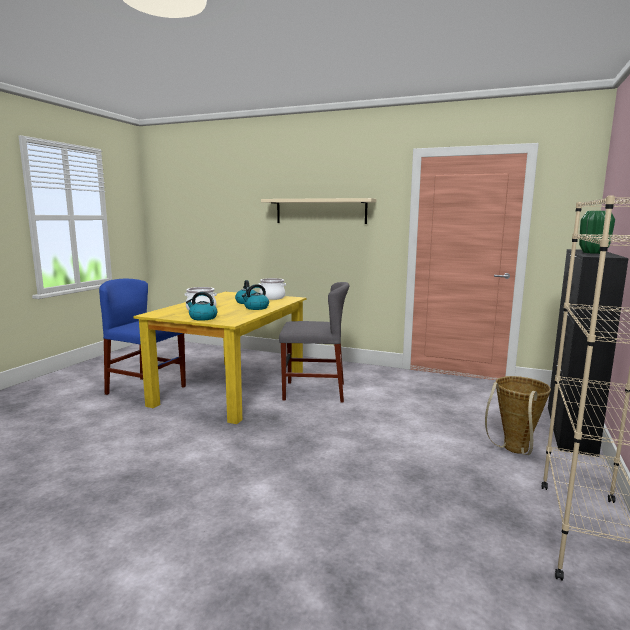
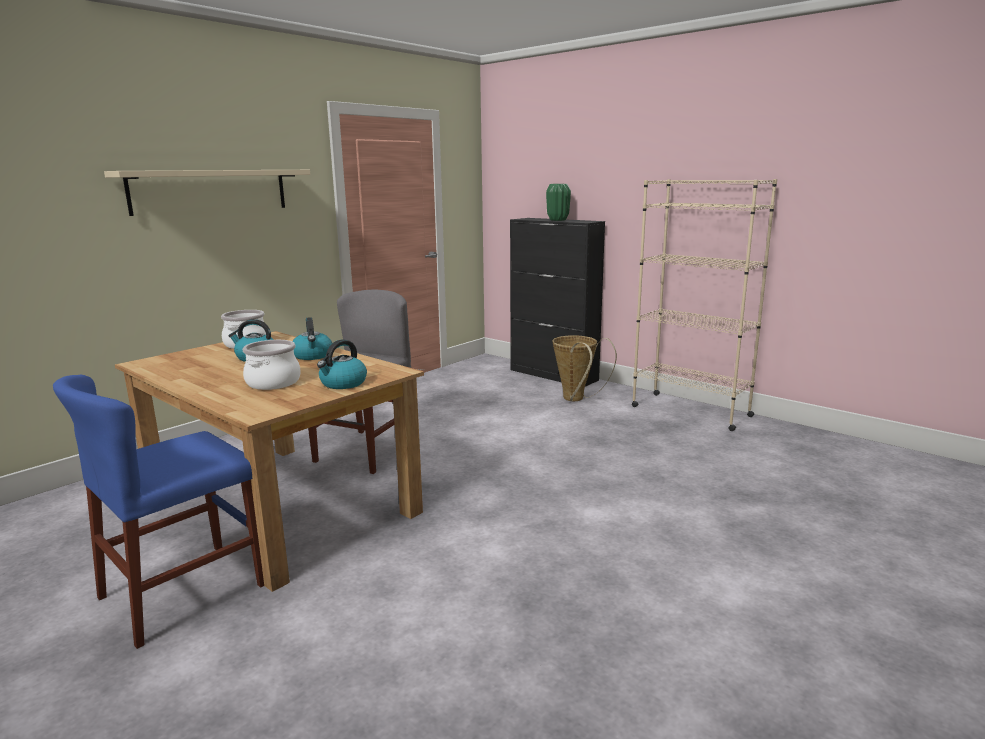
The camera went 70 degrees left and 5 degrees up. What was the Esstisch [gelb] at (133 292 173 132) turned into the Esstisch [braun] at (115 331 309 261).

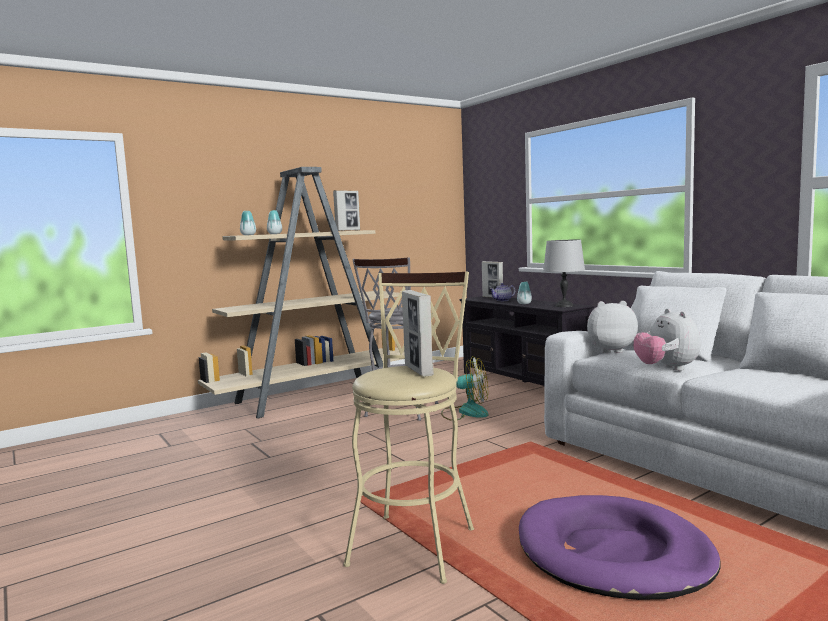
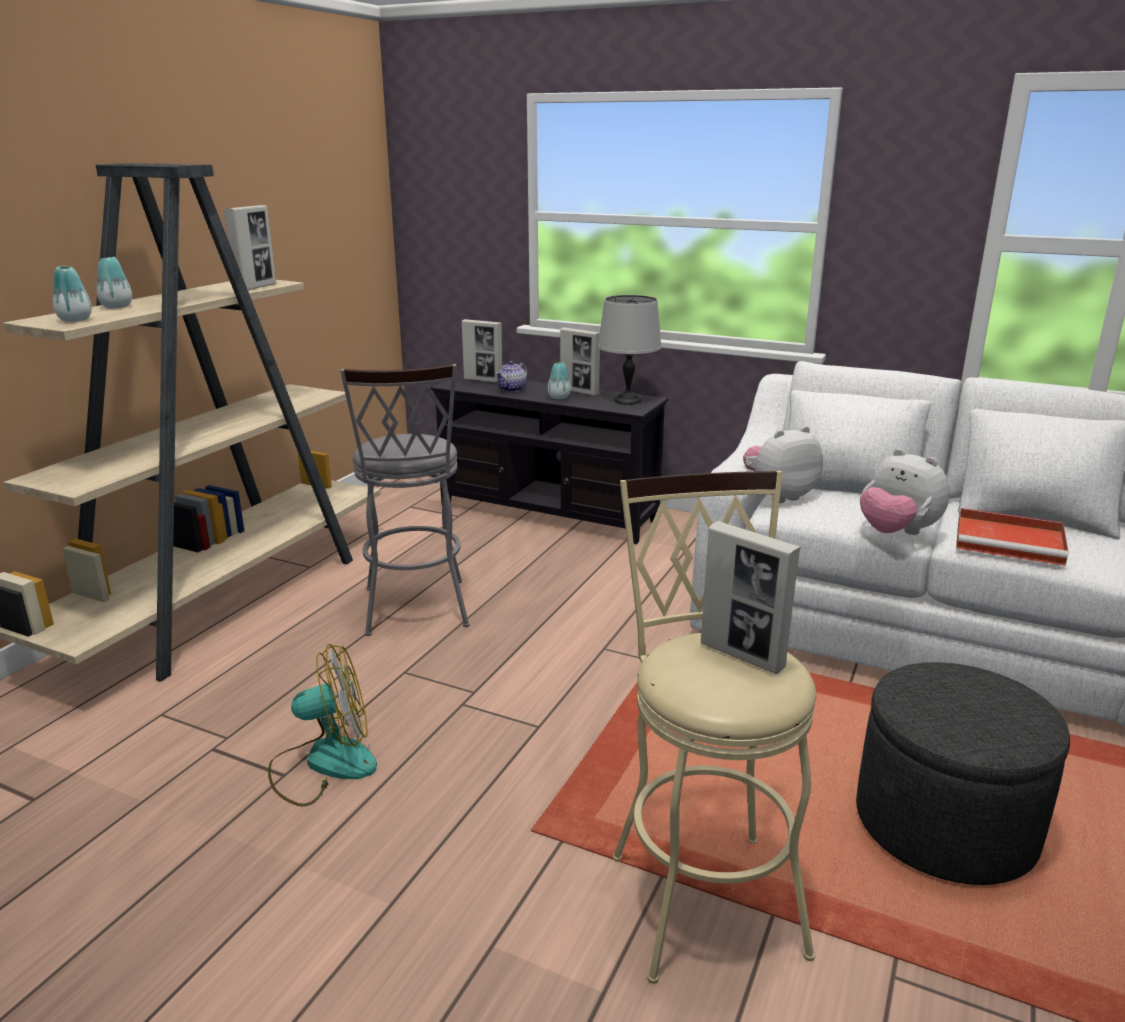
The camera went 30 degrees left and 15 degrees up. The Ventilator ended up elsewhere, having gone from (441 356 47 65) to (268 644 109 162). The second view gained the Bilderrahmen at (560 327 40 69). Where the Hundebett [lila] stood at (519 495 202 105), the Polsterhocker [grau] came to stand at (856 662 214 223). The second view gained the Tablett [rot] at (956 508 113 58).

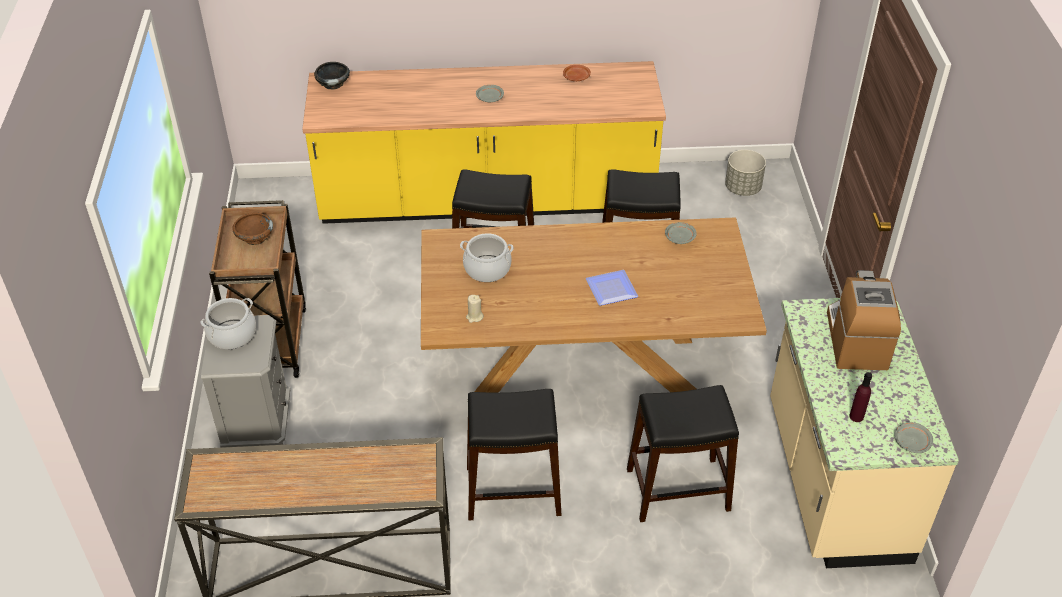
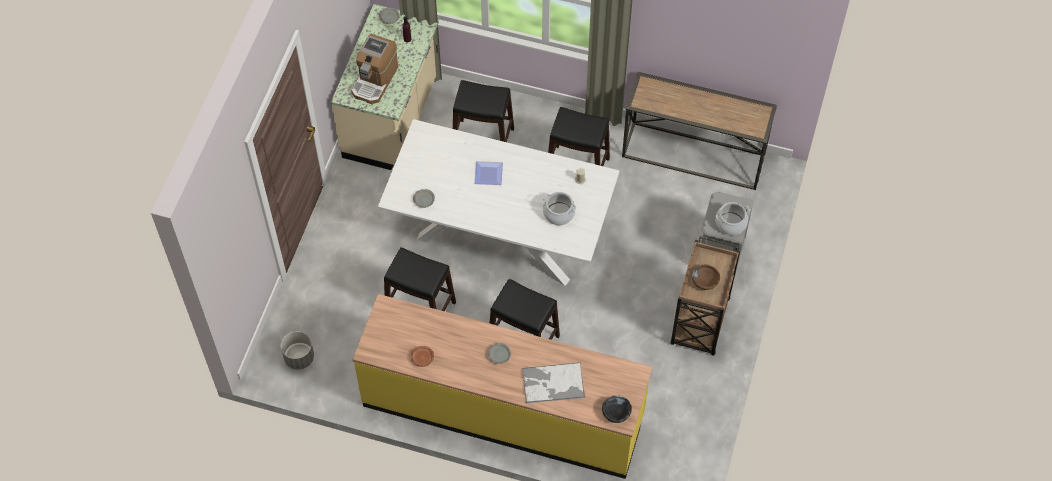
The camera went 160 degrees left and 15 degrees up. What was the Esstisch [braun] at (421 217 346 176) turned into the Esstisch [weiß] at (378 119 241 167). The second view gained the Tablett at (522 362 63 41).

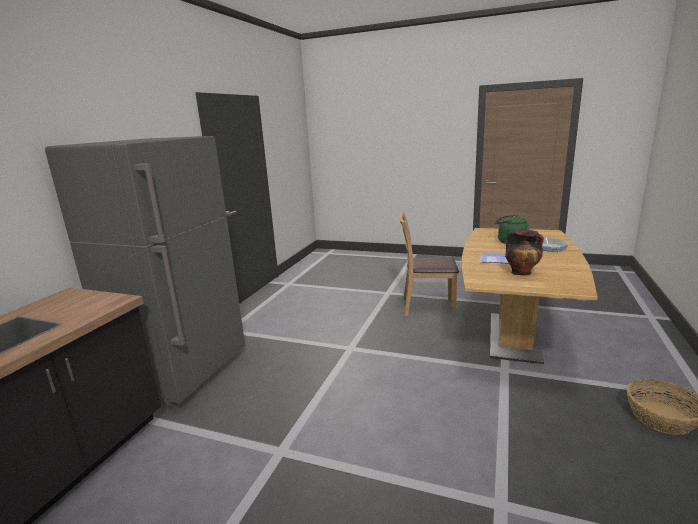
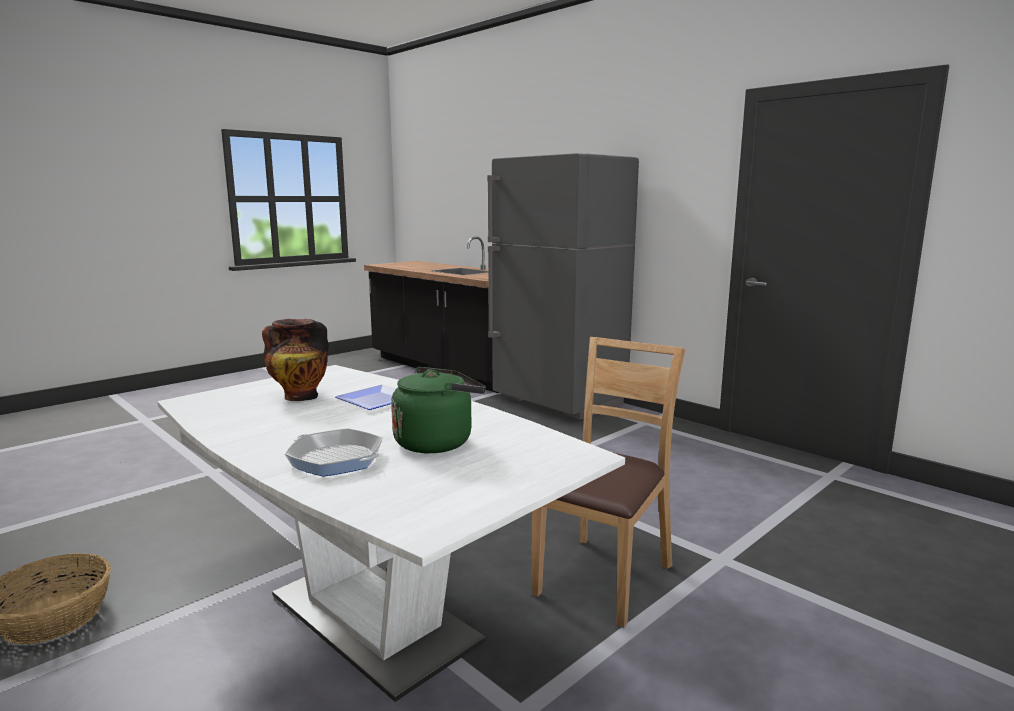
The camera went 115 degrees right and 5 degrees down. What was the Esstisch [braun] at (462 228 136 136) turned into the Esstisch [weiß] at (157 365 468 337).

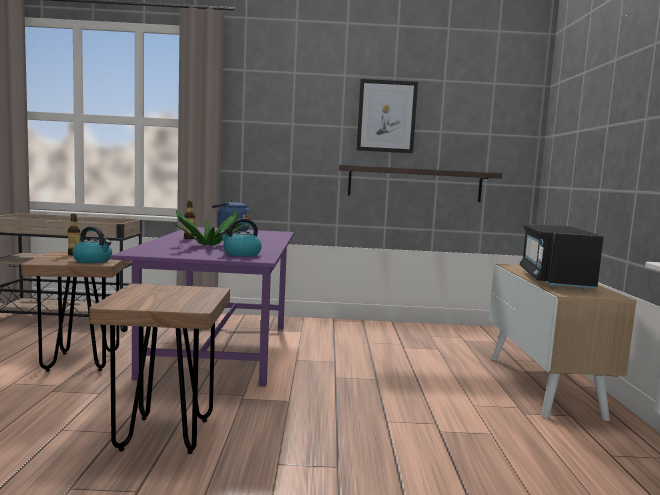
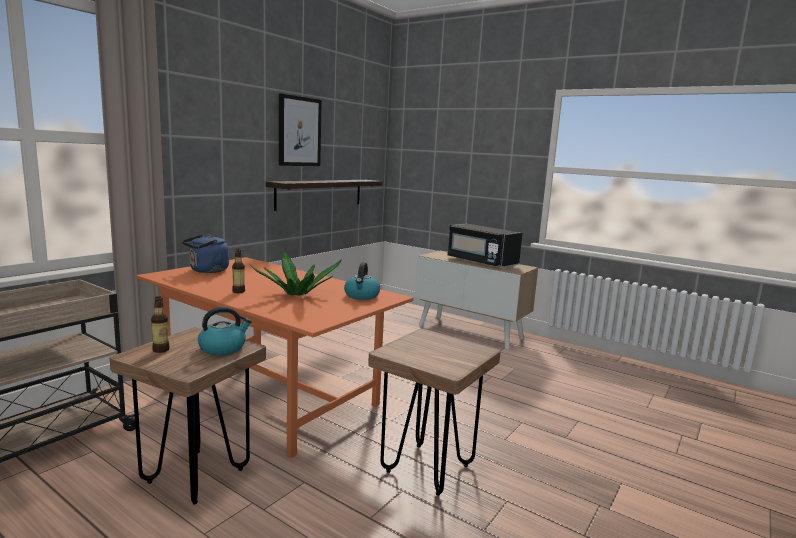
The camera went 55 degrees left and 5 degrees up. What was the Esstisch [lila] at (111 227 183 159) turned into the Esstisch [orange] at (136 257 278 201).

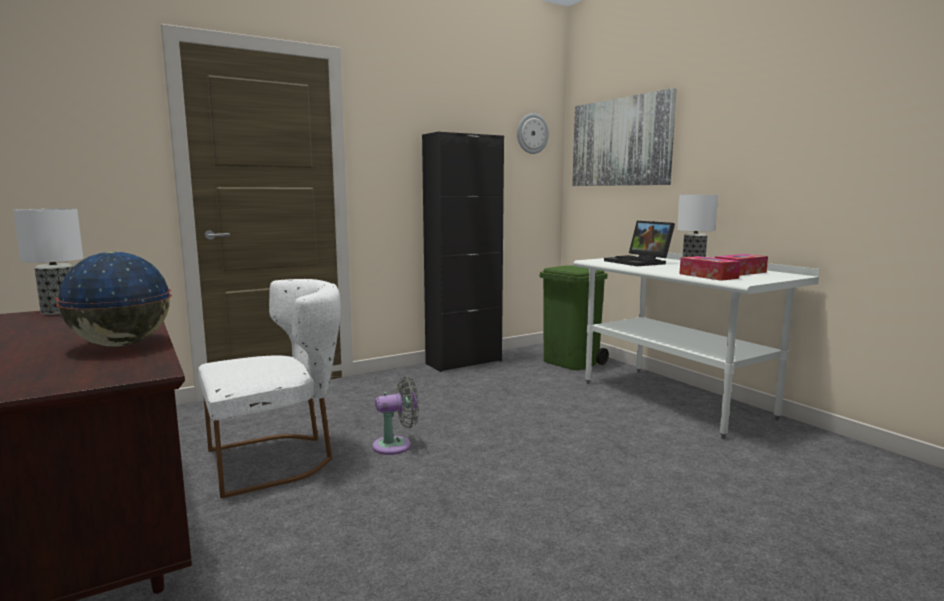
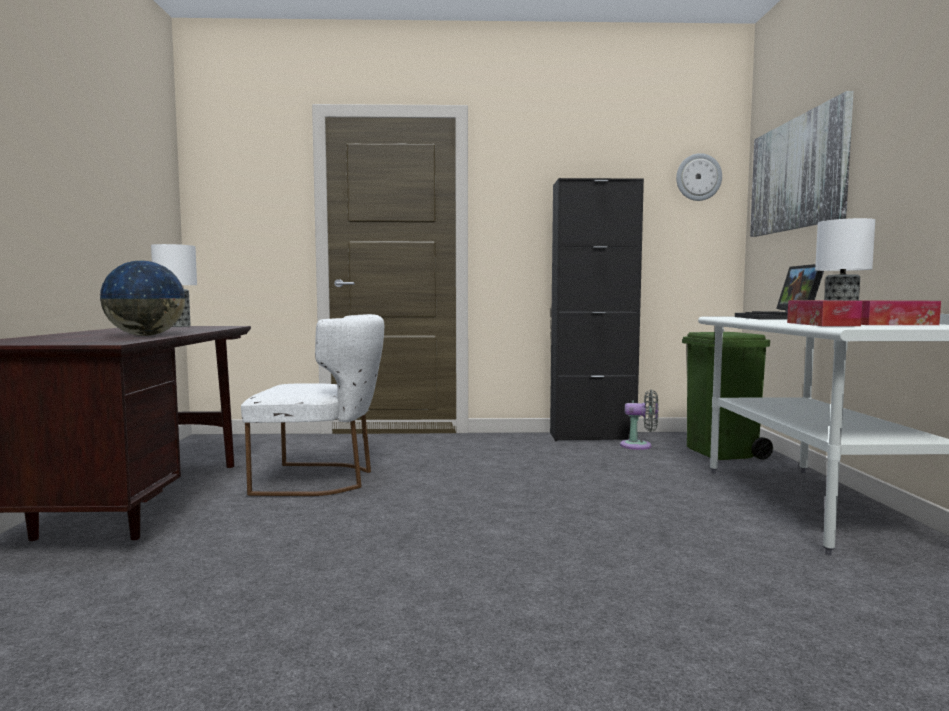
The camera went 30 degrees right and 5 degrees down. The Ventilator [grau] ended up elsewhere, having gone from (372 376 47 79) to (620 390 38 60).

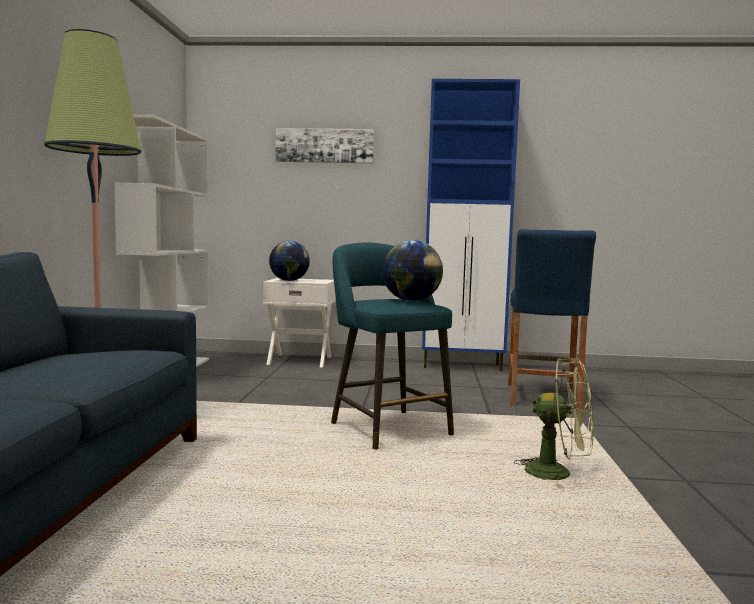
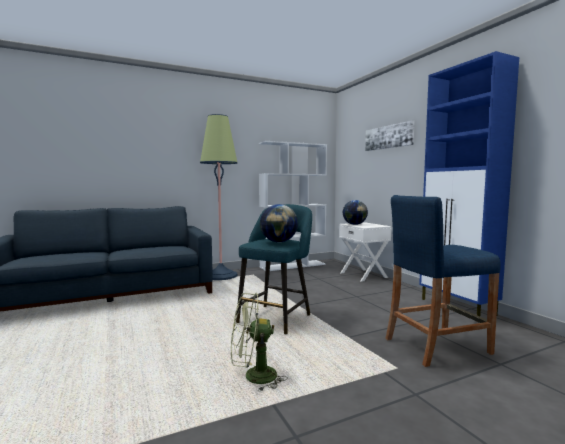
The camera went 60 degrees right and 0 degrees up. The Ventilator [grün] at (514 358 80 131) ended up facing another way, 90 degrees clockwise from before.

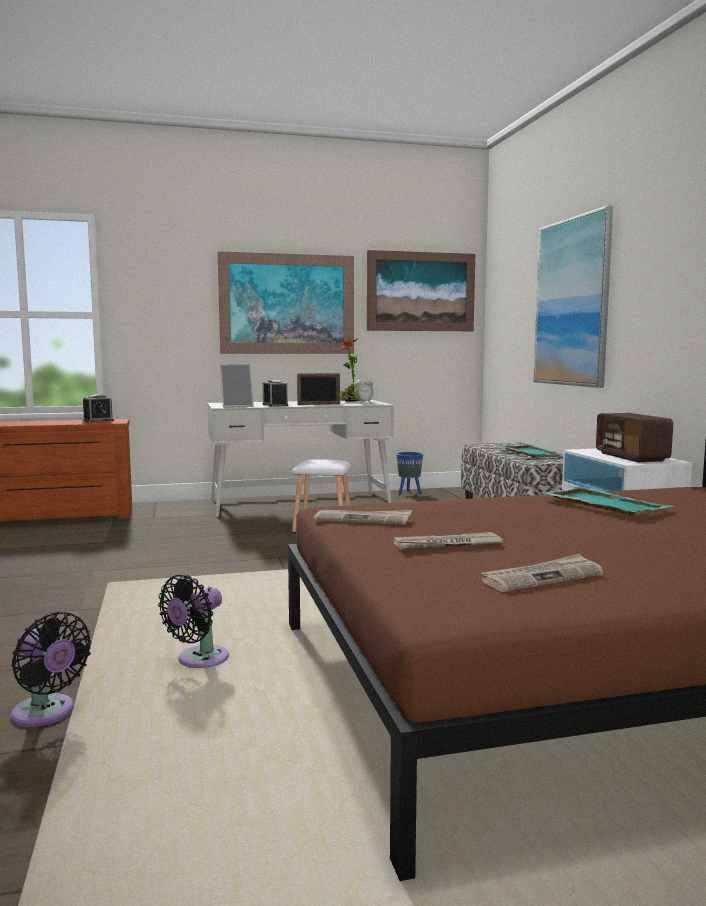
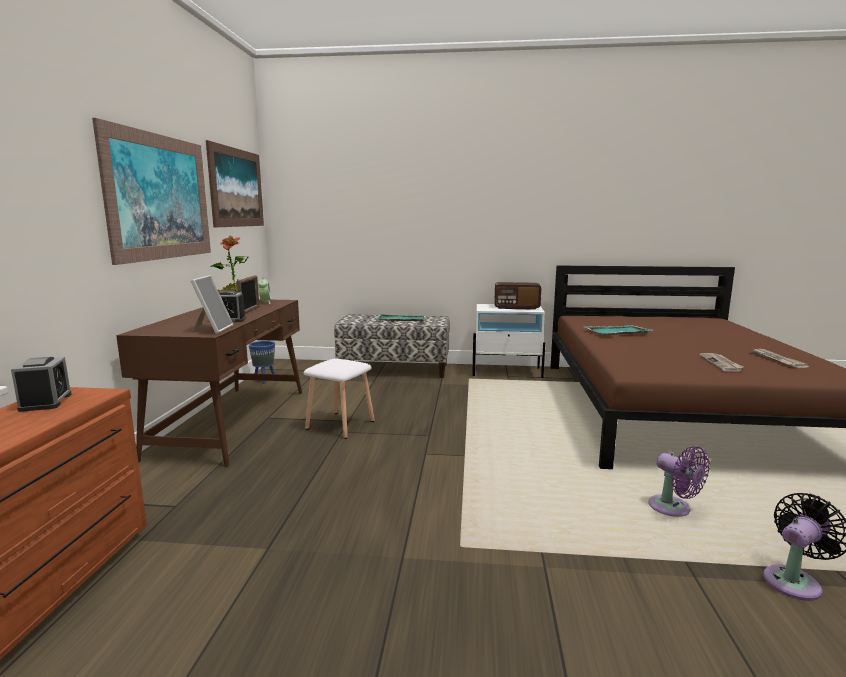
The camera went 70 degrees left and 5 degrees up. What was the Schreibtisch [weiß] at (208 400 186 117) turned into the Schreibtisch [braun] at (116 299 186 168). What was the Ventilator [schwarz] at (158 575 71 93) turned into the Ventilator [lila] at (648 446 62 71). The second view lost the Zeitung at (314 510 98 15). The second view lost the Bild at (533 205 80 183).

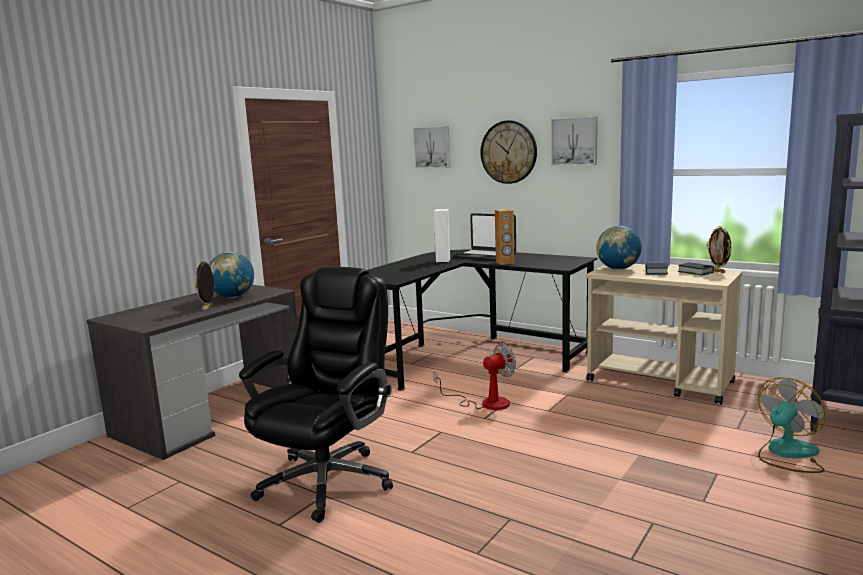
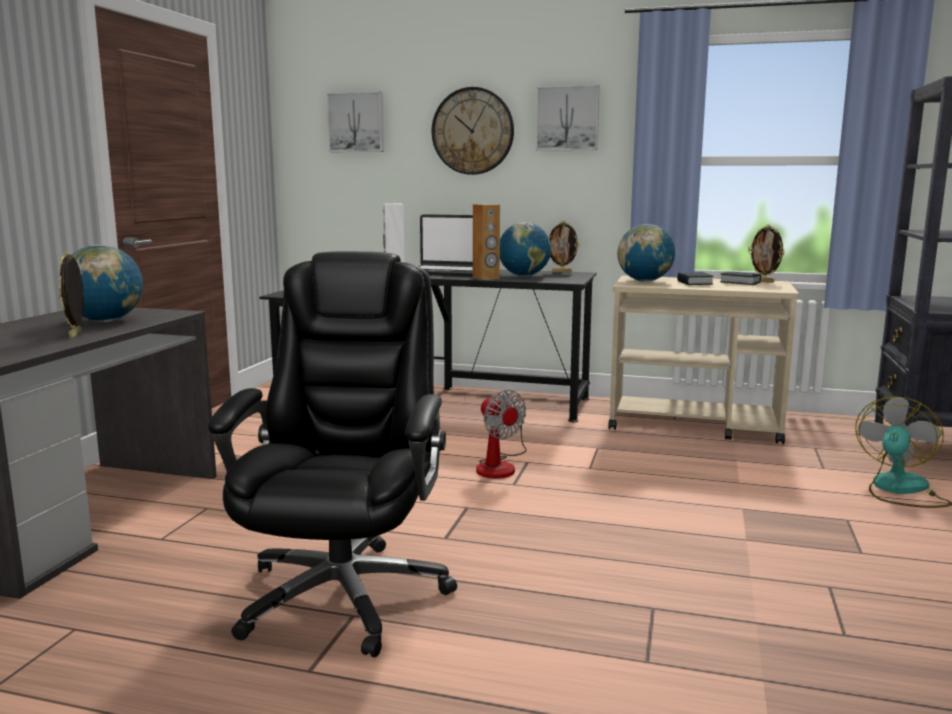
The camera went 20 degrees left and 0 degrees up. The Ventilator at (434 343 82 67) ended up facing another way, 105 degrees clockwise from before. The second view gained the Globus at (500 222 51 54). The second view gained the Bilderrahmen at (549 221 31 52).

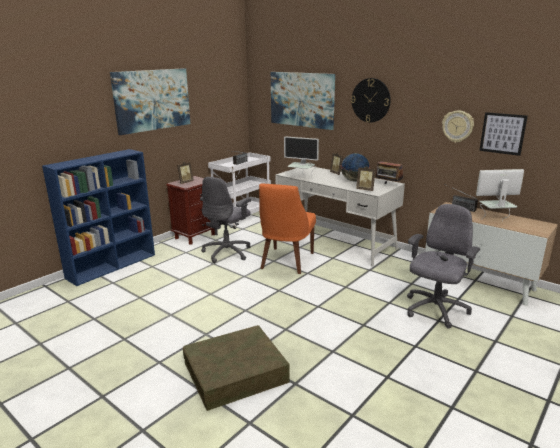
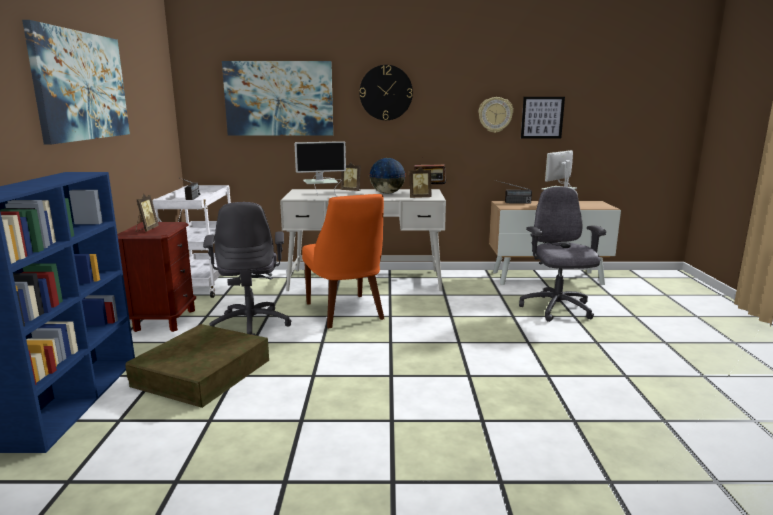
The camera went 40 degrees left and 5 degrees down. The Aufbewahrungsbox [braun] ended up elsewhere, having gone from (183 325 107 86) to (125 324 144 84).

